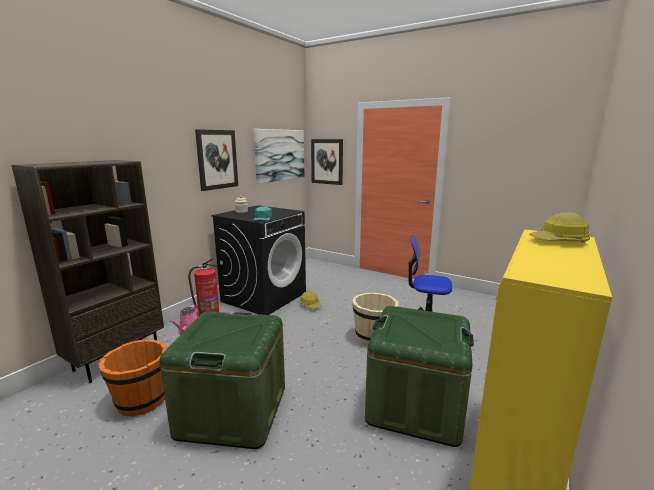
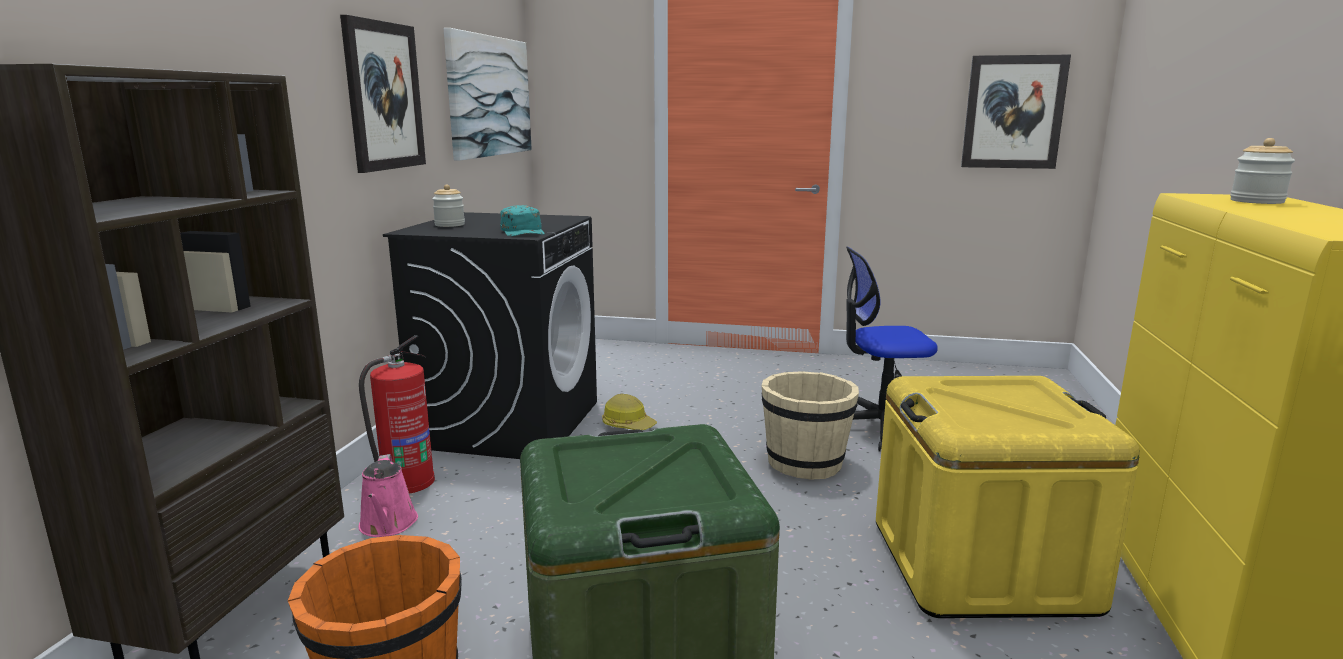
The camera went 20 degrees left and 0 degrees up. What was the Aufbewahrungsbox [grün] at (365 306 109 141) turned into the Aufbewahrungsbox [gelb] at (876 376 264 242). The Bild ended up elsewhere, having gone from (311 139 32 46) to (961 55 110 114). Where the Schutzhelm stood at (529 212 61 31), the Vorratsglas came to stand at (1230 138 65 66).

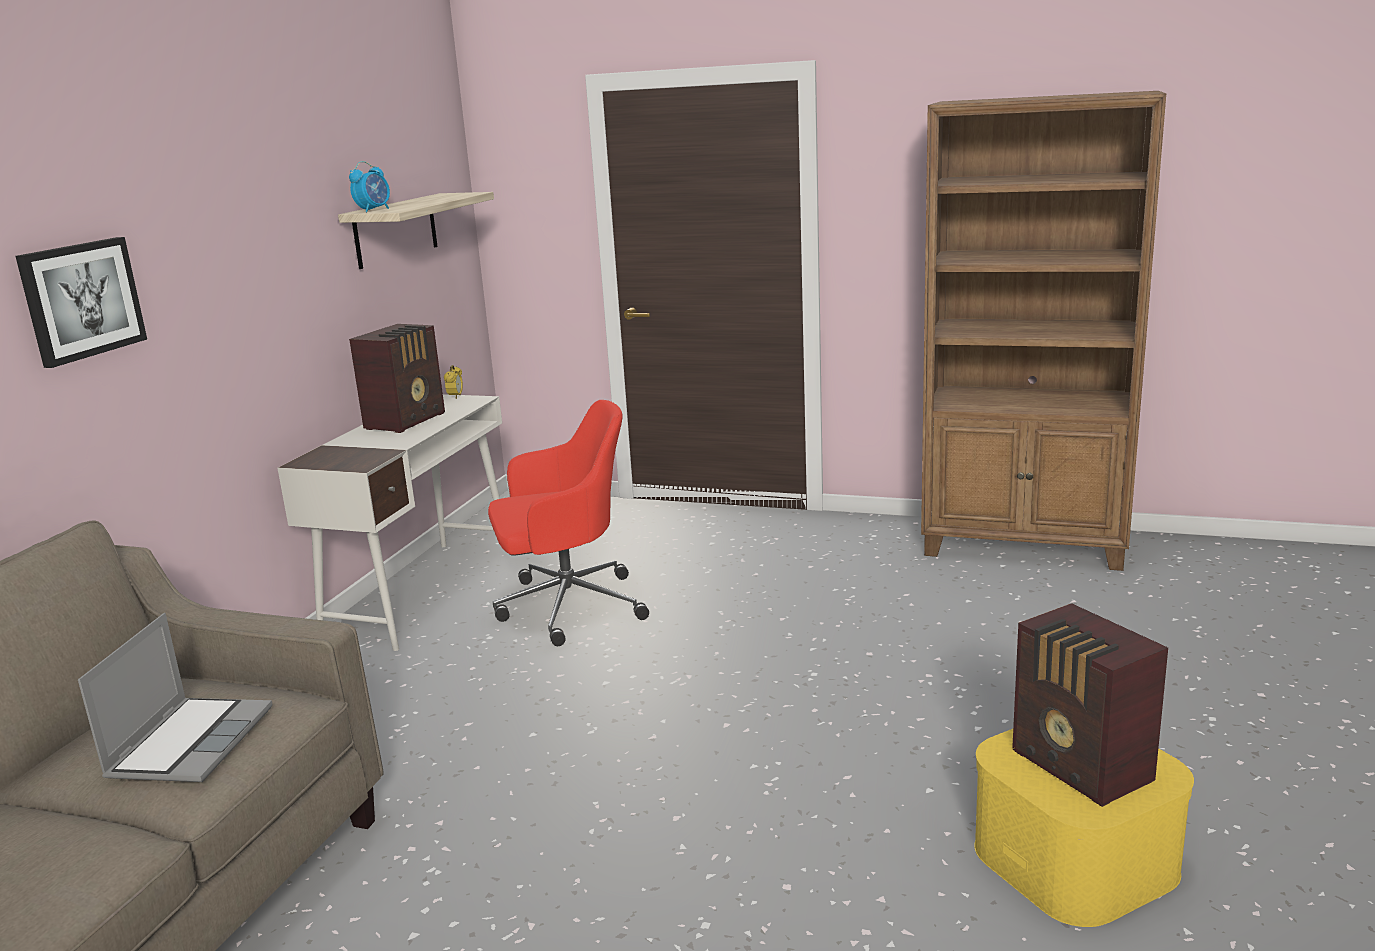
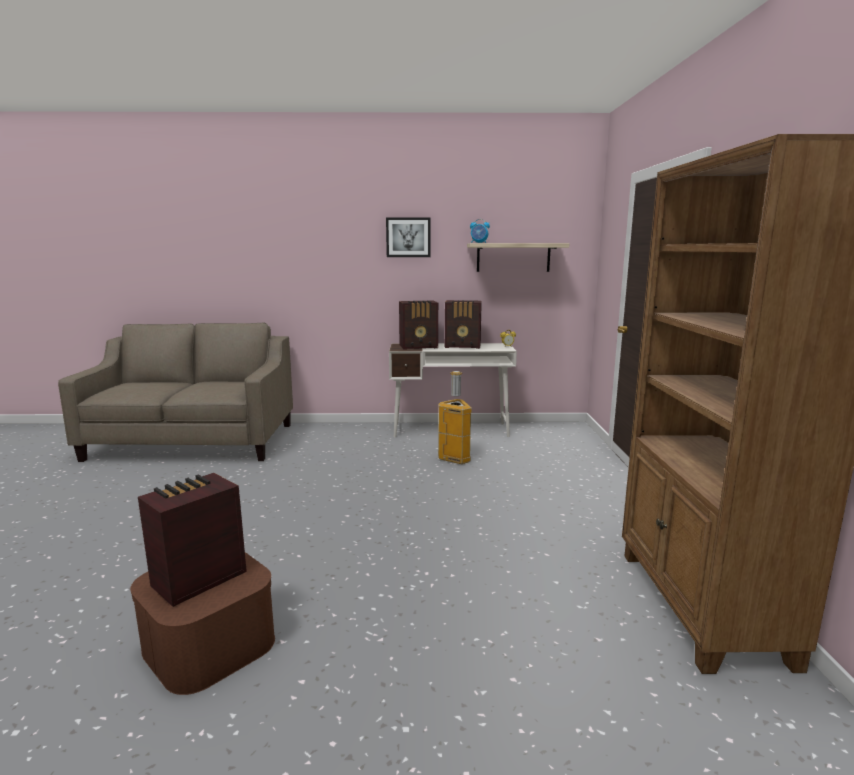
The camera went 70 degrees right and 5 degrees down. What was the Aufbewahrungsbox [gelb] at (974 729 220 198) turned into the Aufbewahrungsbox [braun] at (130 552 145 143). The Bild ended up elsewhere, having gone from (15 237 132 131) to (386 218 44 39). The second view gained the Radio at (399 300 39 50). Where the Bürostuhl [rot] stood at (488 400 161 246), the Mülleimer came to stand at (438 371 34 93). The second view lost the Laptop at (78 613 195 169).

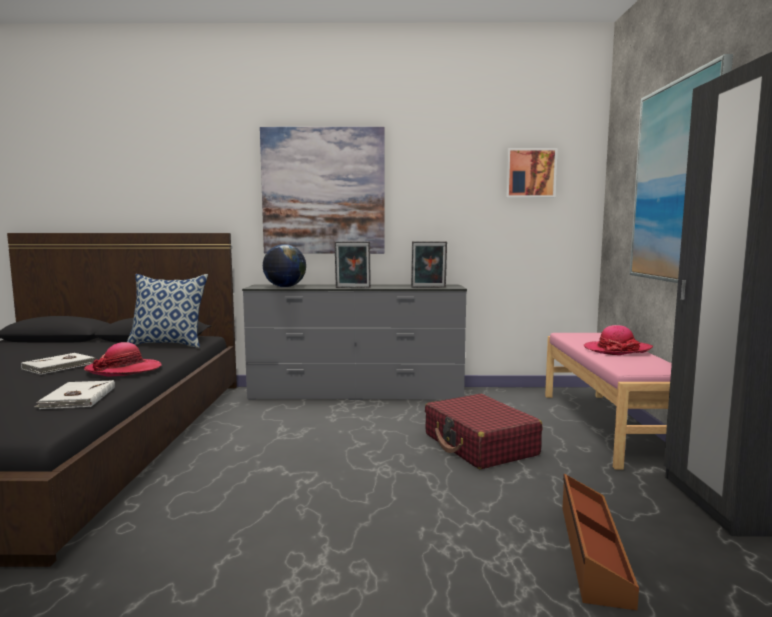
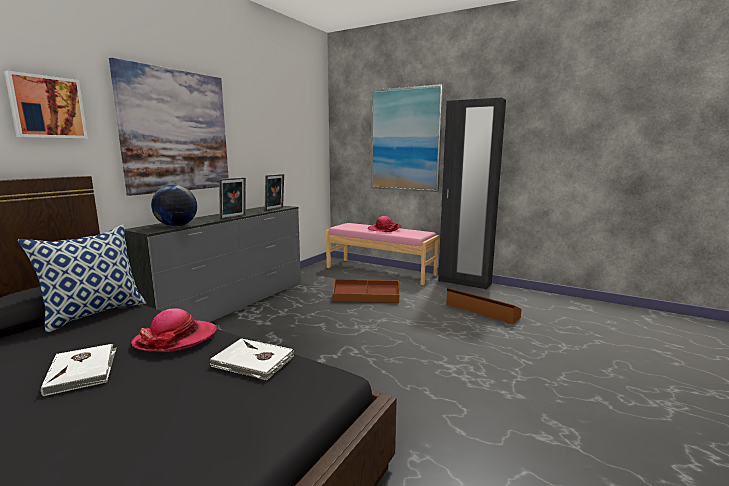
The camera went 60 degrees left and 5 degrees up. The Bild ended up elsewhere, having gone from (505 148 53 50) to (4 71 84 68). Where the Koffer [rot] stood at (425 394 118 75), the Aufbewahrungsbox [braun] came to stand at (333 279 66 24).

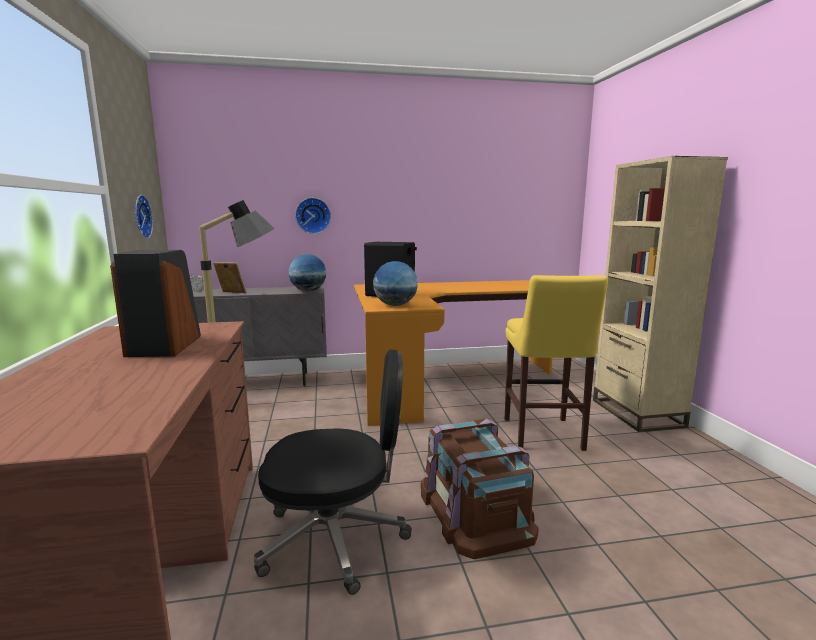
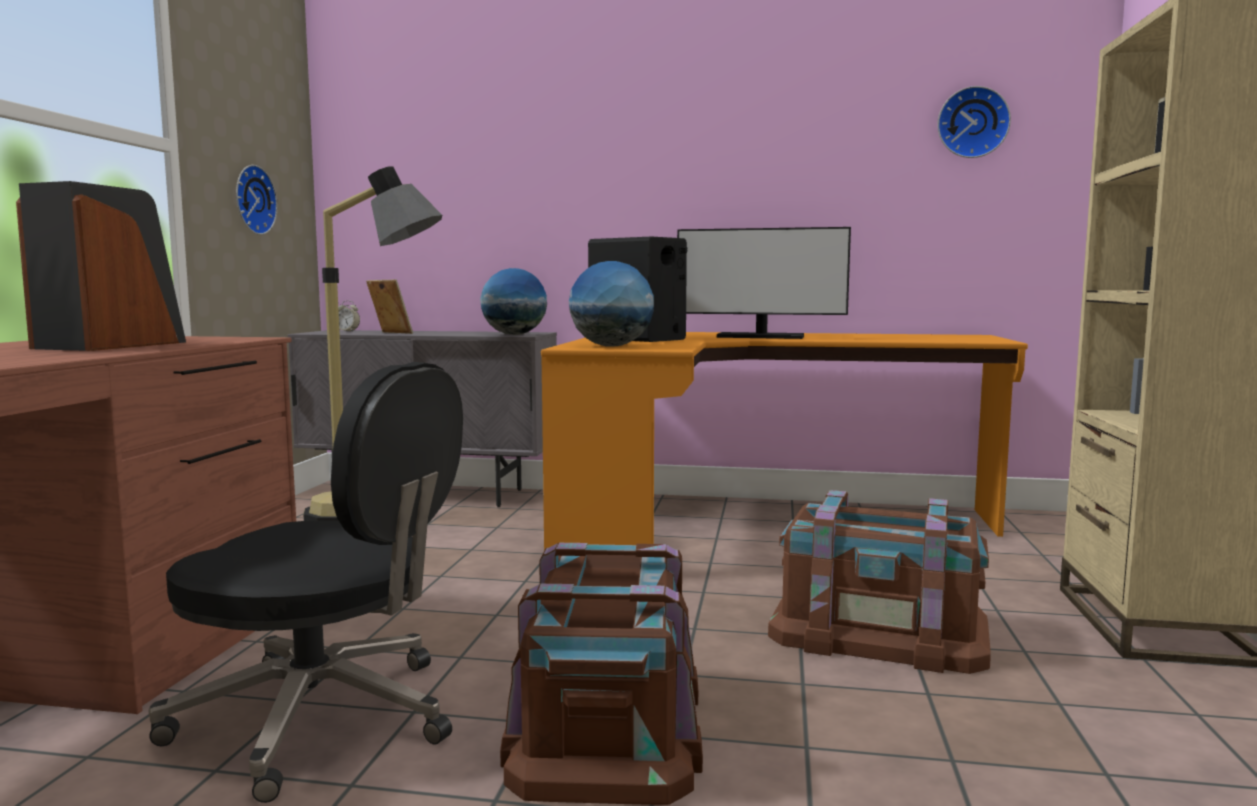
The camera went 20 degrees right and 5 degrees down. The second view gained the Monitor at (677 227 174 112). Where the Hocker [gelb] stood at (505 275 103 176), the Aufbewahrungsbox [braun] came to stand at (768 490 223 184). The Wanduhr ended up elsewhere, having gone from (295 198 36 36) to (937 86 74 72).

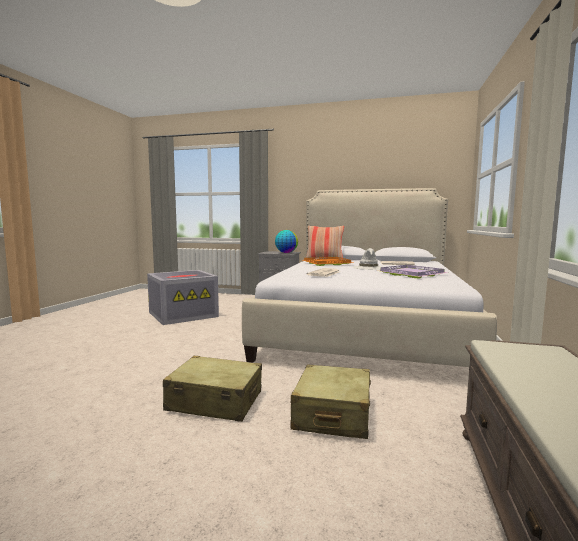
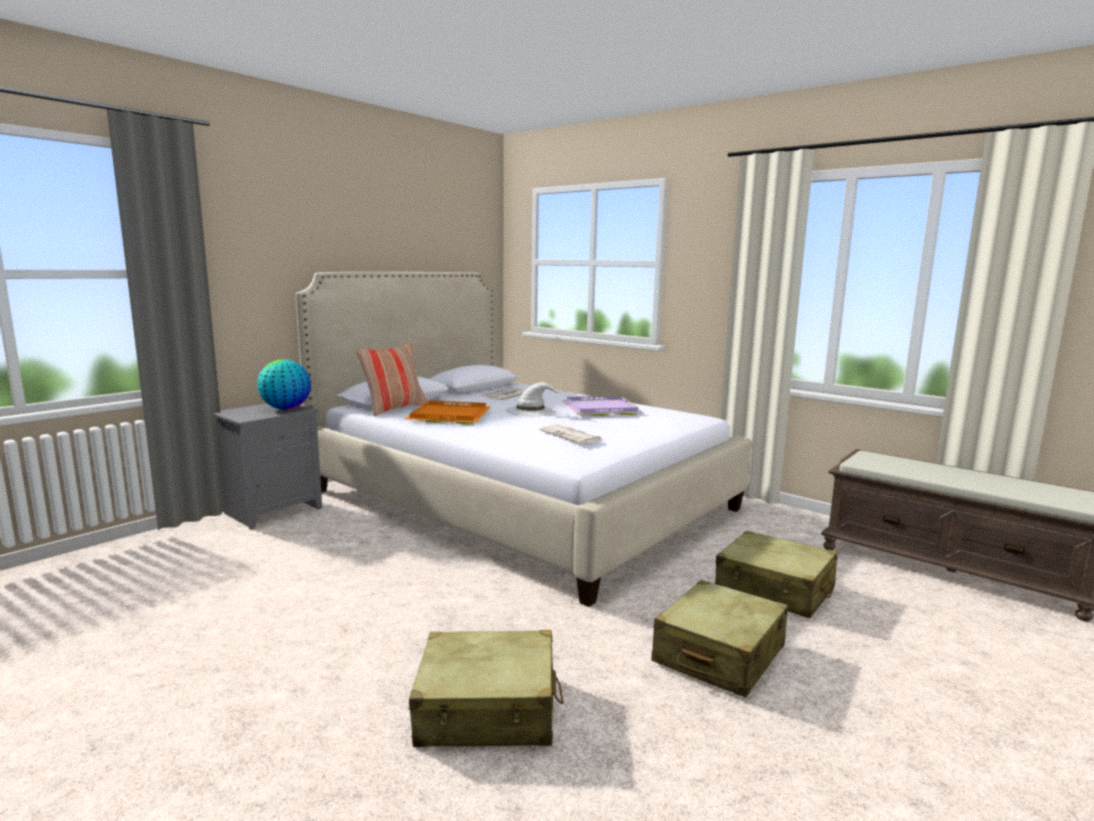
The camera went 65 degrees left and 5 degrees up. The second view gained the Koffer [beige] at (409 630 154 117). The second view lost the Aufbewahrungsbox [grau] at (147 270 72 55).

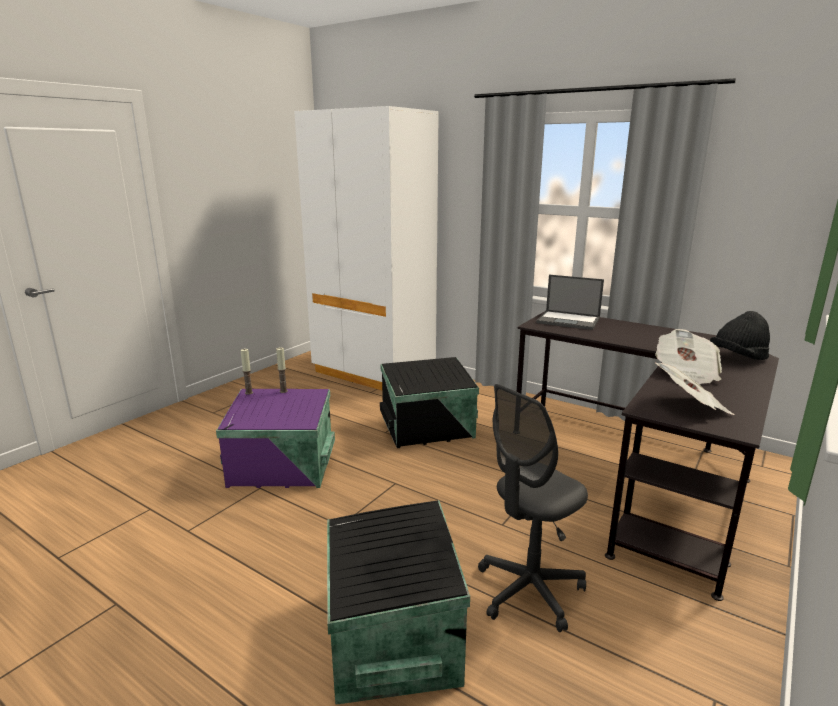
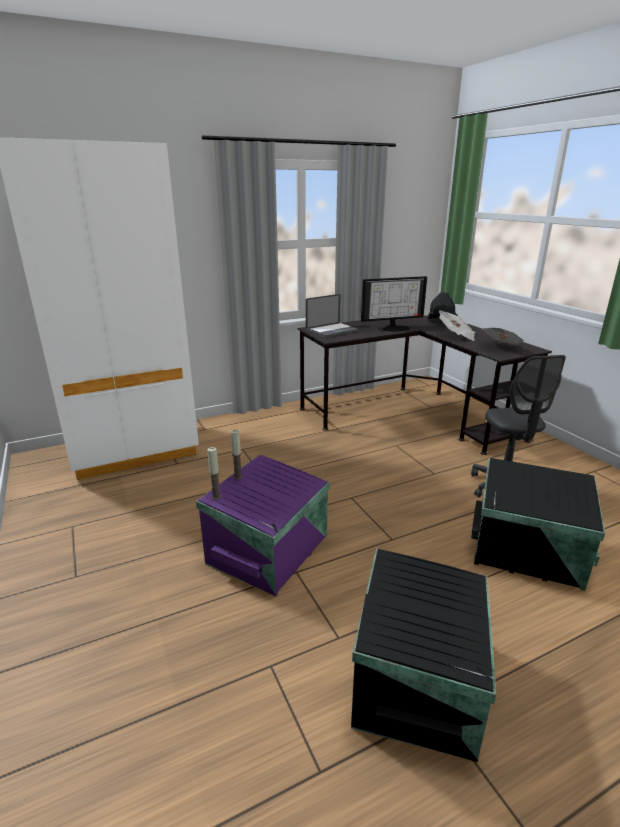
The camera went 60 degrees left and 5 degrees up. The Aufbewahrungsbox [schwarz] ended up elsewhere, having gone from (380 357 99 91) to (351 548 145 214). The second view gained the Monitor at (361 276 66 56).

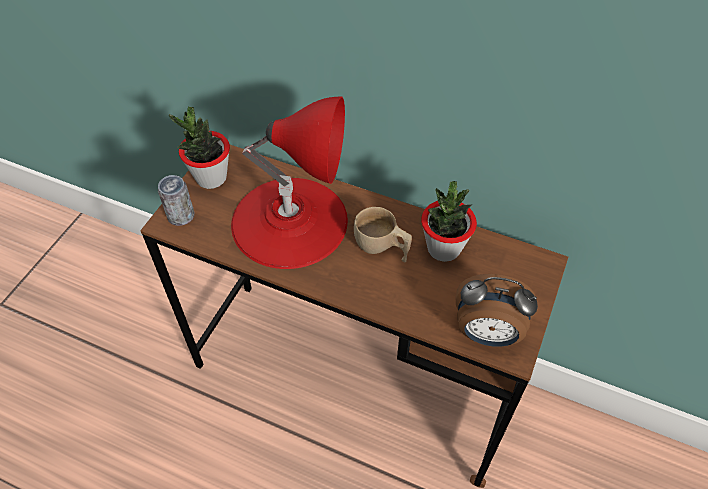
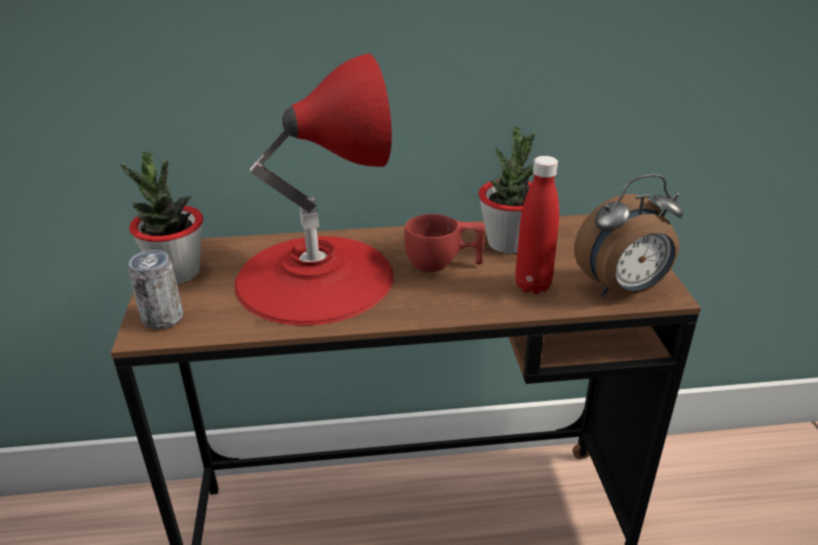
The camera went 30 degrees left and 20 degrees down. What was the Tasse [beige] at (354 207 58 55) turned into the Tasse [rot] at (404 214 81 58). The second view gained the Flasche [rot] at (515 156 44 138).

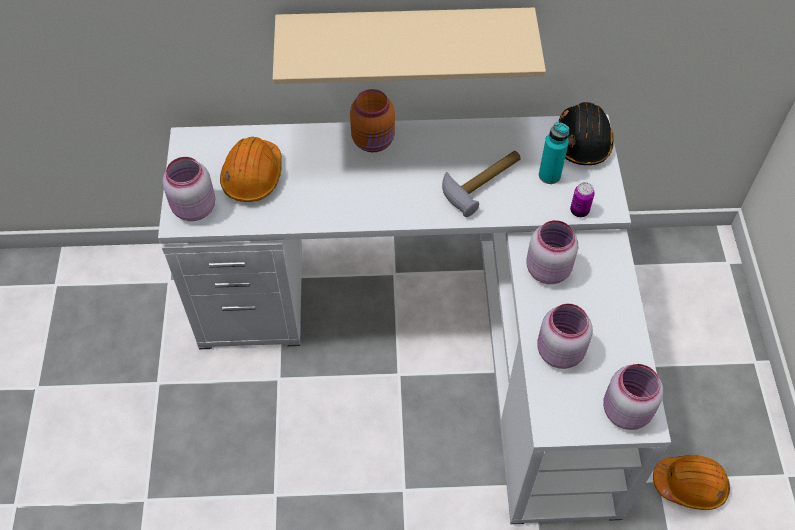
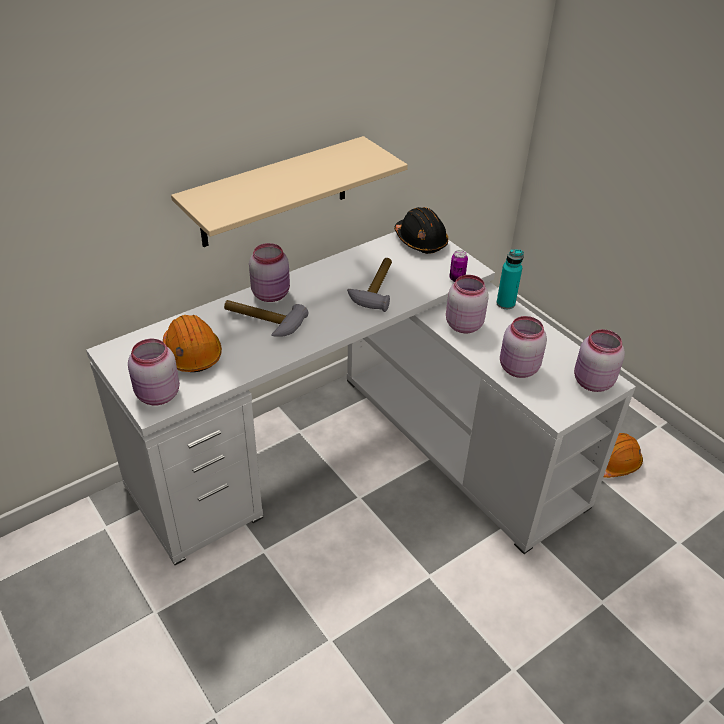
The camera went 35 degrees left and 15 degrees down. The second view gained the Hammer at (224 300 84 37). What was the Vorratsglas [orange] at (350 89 45 63) turned into the Vorratsglas [rosa] at (249 243 41 59). The Flasche [türkis] ended up elsewhere, having gone from (539 122 30 62) to (496 249 28 60).

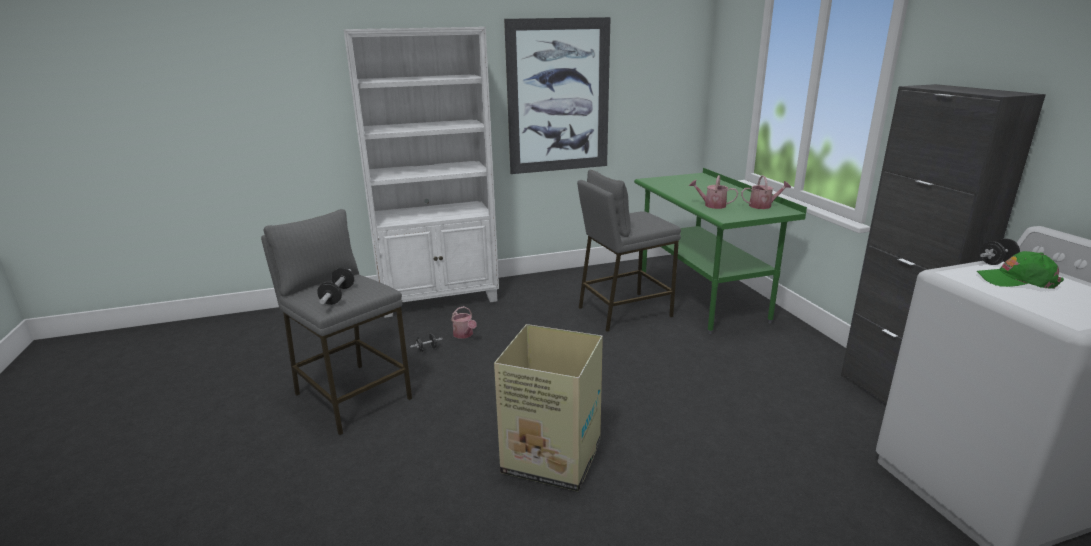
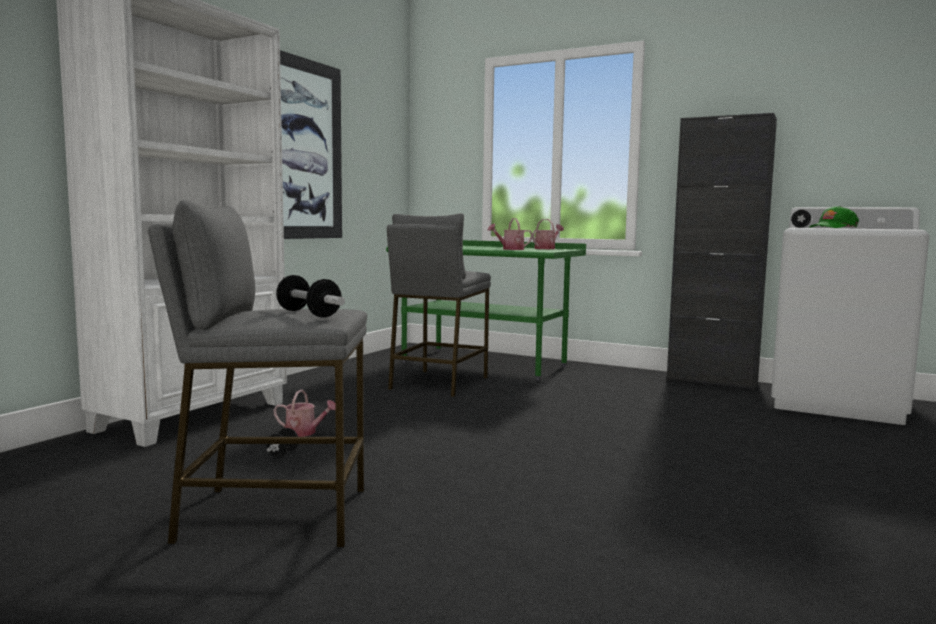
The camera went 45 degrees left and 15 degrees down. The second view lost the Karton at (494 324 109 167).

